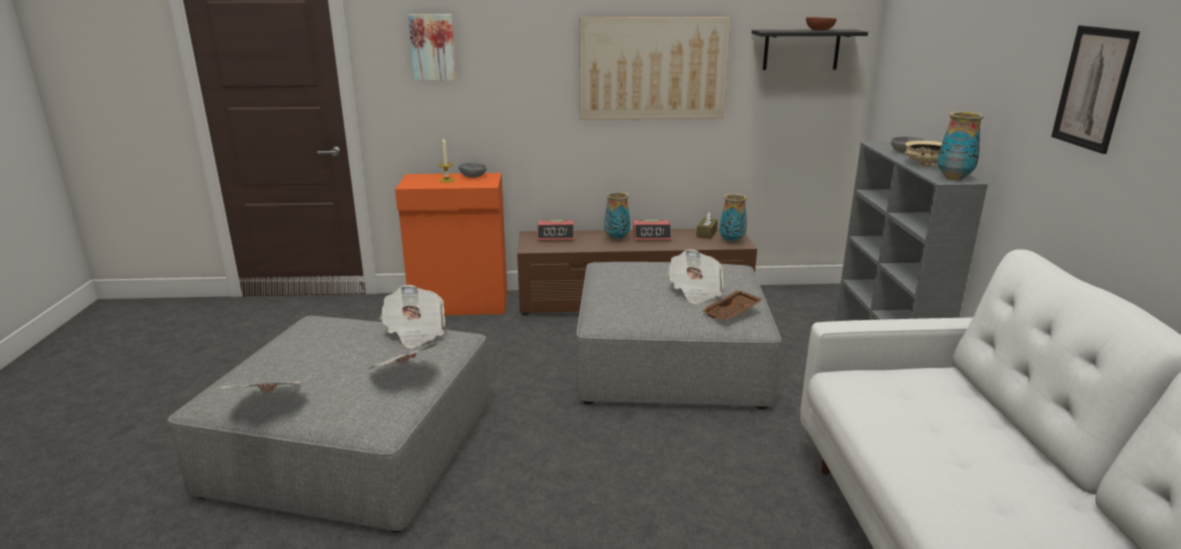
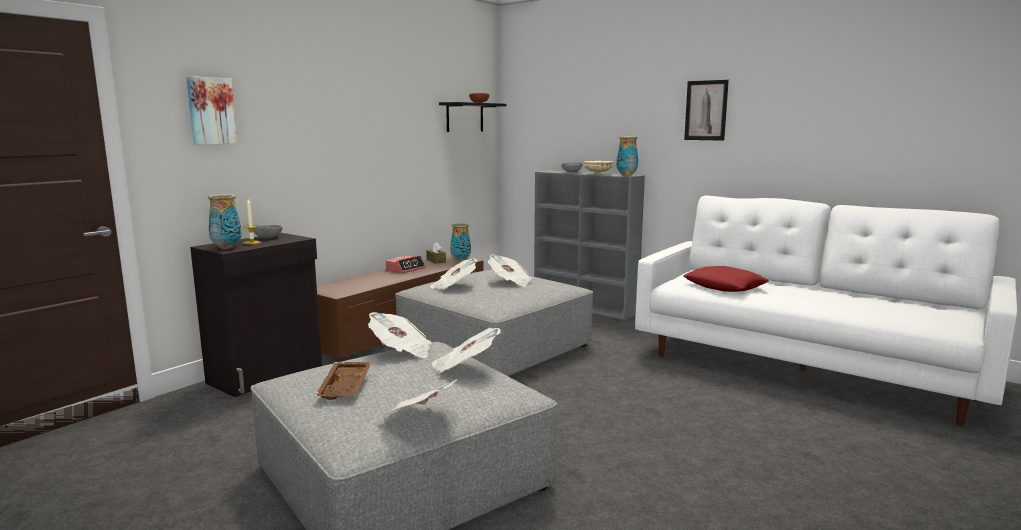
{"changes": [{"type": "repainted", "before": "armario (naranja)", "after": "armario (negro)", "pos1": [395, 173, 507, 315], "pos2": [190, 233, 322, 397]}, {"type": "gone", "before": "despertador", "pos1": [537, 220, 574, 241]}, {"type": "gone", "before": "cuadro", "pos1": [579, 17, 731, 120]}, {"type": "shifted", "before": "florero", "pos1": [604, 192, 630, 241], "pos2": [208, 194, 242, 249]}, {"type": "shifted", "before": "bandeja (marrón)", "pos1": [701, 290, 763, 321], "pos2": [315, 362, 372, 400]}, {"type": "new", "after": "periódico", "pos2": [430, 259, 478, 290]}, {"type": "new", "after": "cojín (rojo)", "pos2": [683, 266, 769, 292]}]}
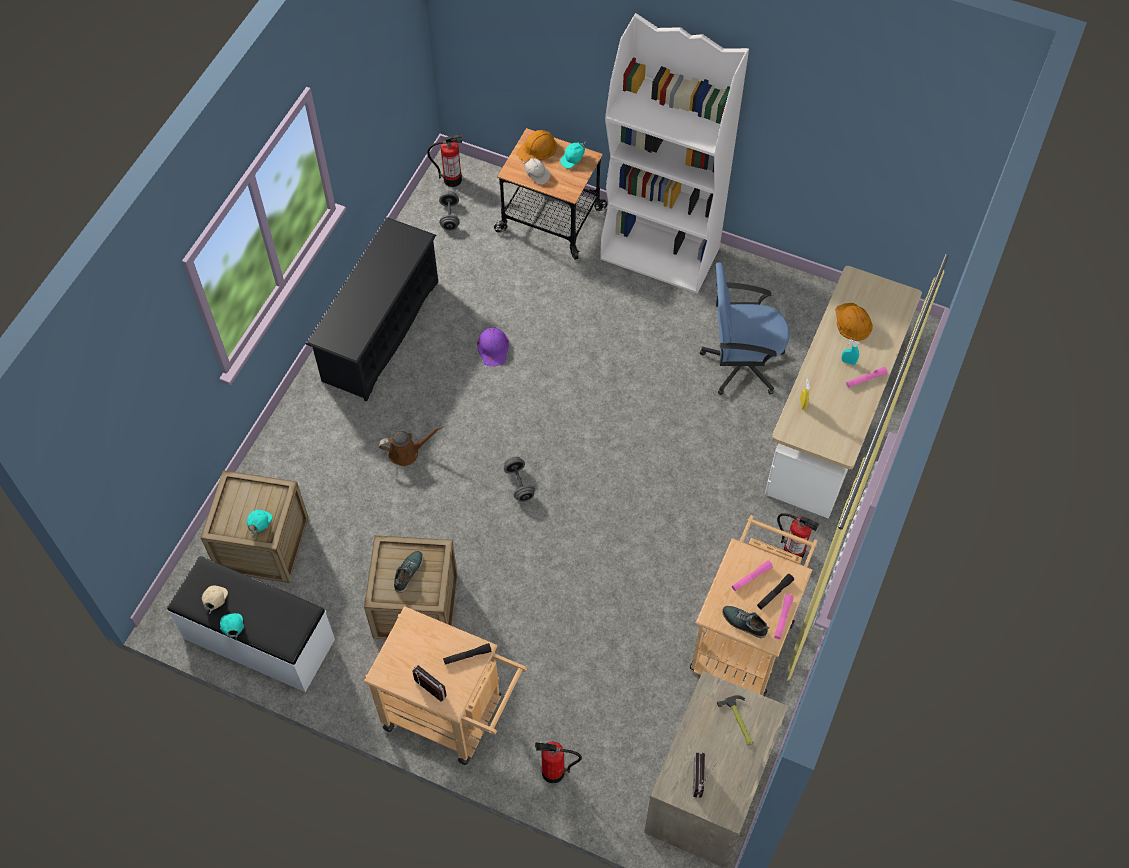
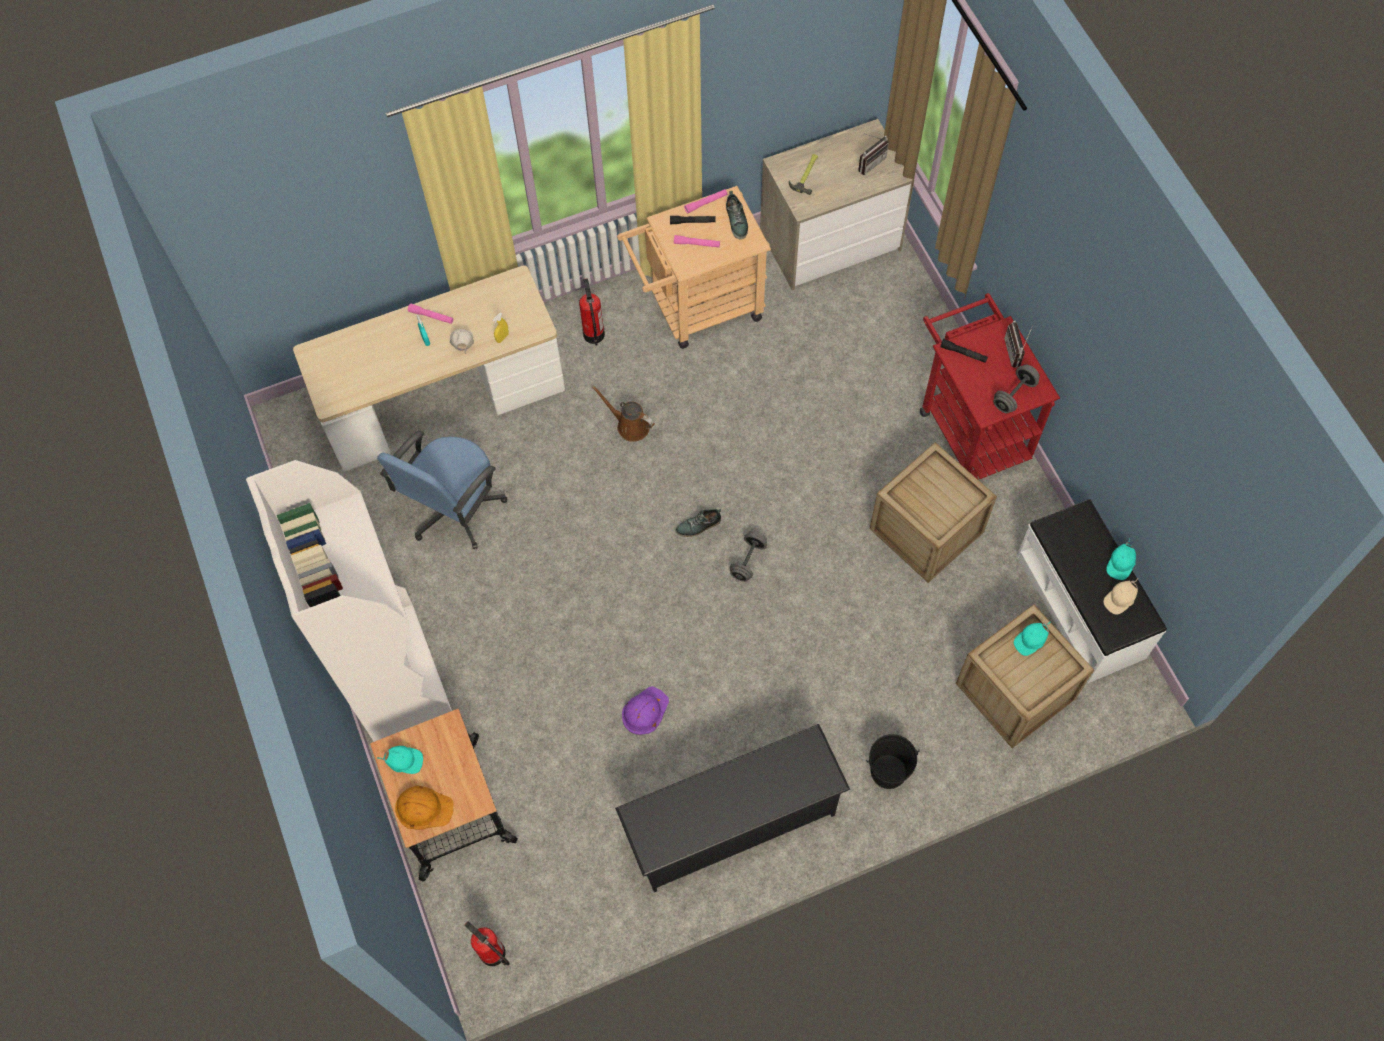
{"changes": [{"type": "repainted", "before": "carrito (beis)", "after": "carrito (rojo)", "pos1": [364, 606, 527, 765], "pos2": [920, 293, 1060, 479]}, {"type": "shifted", "before": "regadera (marrón)", "pos1": [379, 426, 443, 466], "pos2": [592, 386, 654, 442]}, {"type": "shifted", "before": "zapato", "pos1": [394, 551, 423, 593], "pos2": [676, 509, 721, 537]}, {"type": "shifted", "before": "mancuerna (gris)", "pos1": [439, 191, 459, 231], "pos2": [993, 365, 1040, 413]}, {"type": "shifted", "before": "gorra (blanco)", "pos1": [521, 158, 551, 185], "pos2": [450, 329, 474, 354]}, {"type": "gone", "before": "extintor", "pos1": [535, 741, 582, 783]}, {"type": "rotated", "before": "silla de oficina (azul)", "pos1": [700, 262, 790, 395], "pos2": [377, 431, 507, 549], "turn": 75}, {"type": "gone", "before": "casco (naranja)", "pos1": [835, 303, 873, 341]}, {"type": "new", "after": "cubo (negro)", "pos2": [866, 734, 919, 789]}]}
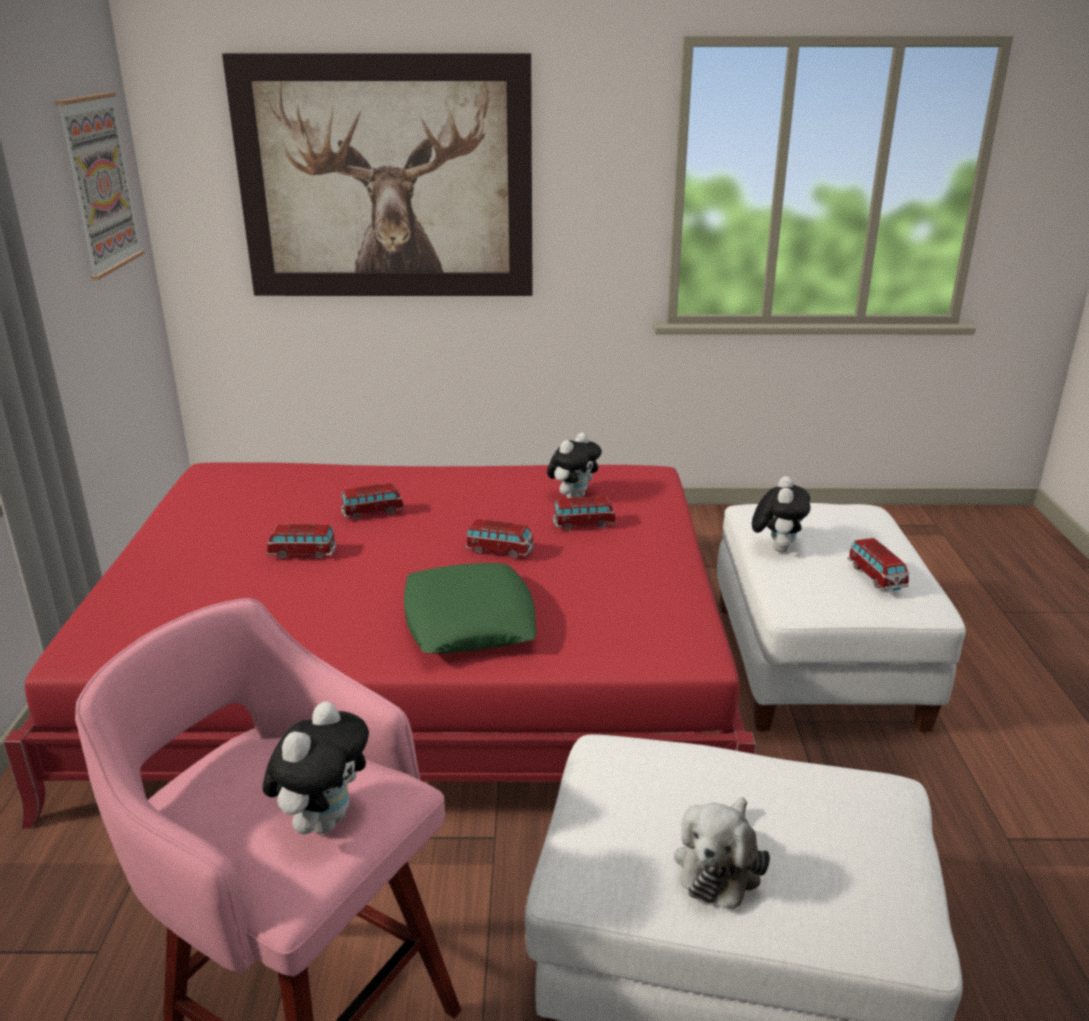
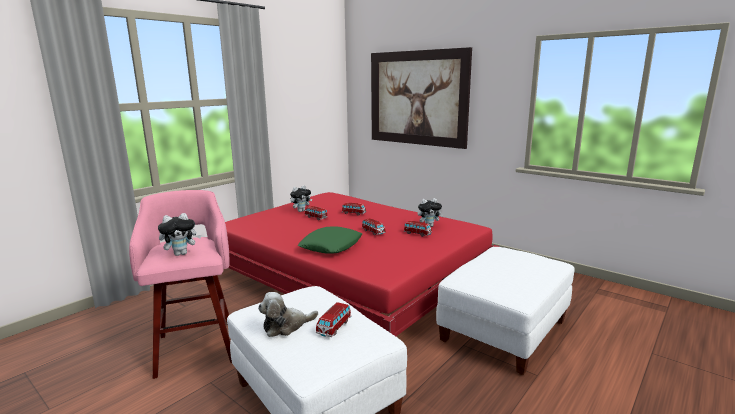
{"changes": [{"type": "gone", "before": "cuadro", "pos1": [55, 93, 144, 280]}, {"type": "shifted", "before": "peluche", "pos1": [752, 476, 810, 552], "pos2": [290, 185, 312, 212]}, {"type": "shifted", "before": "coche de juguete", "pos1": [847, 538, 909, 590], "pos2": [316, 302, 352, 337]}]}
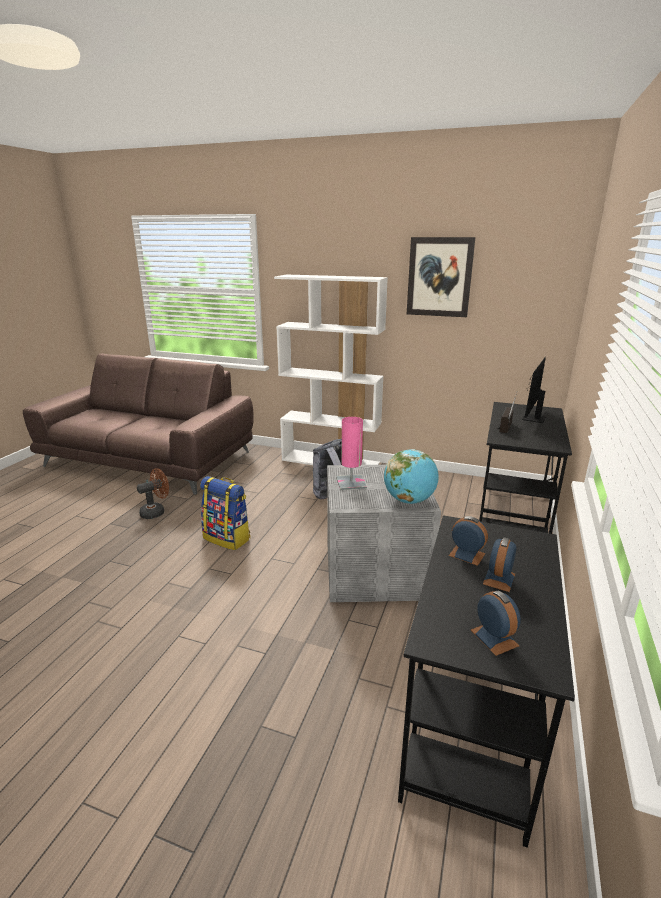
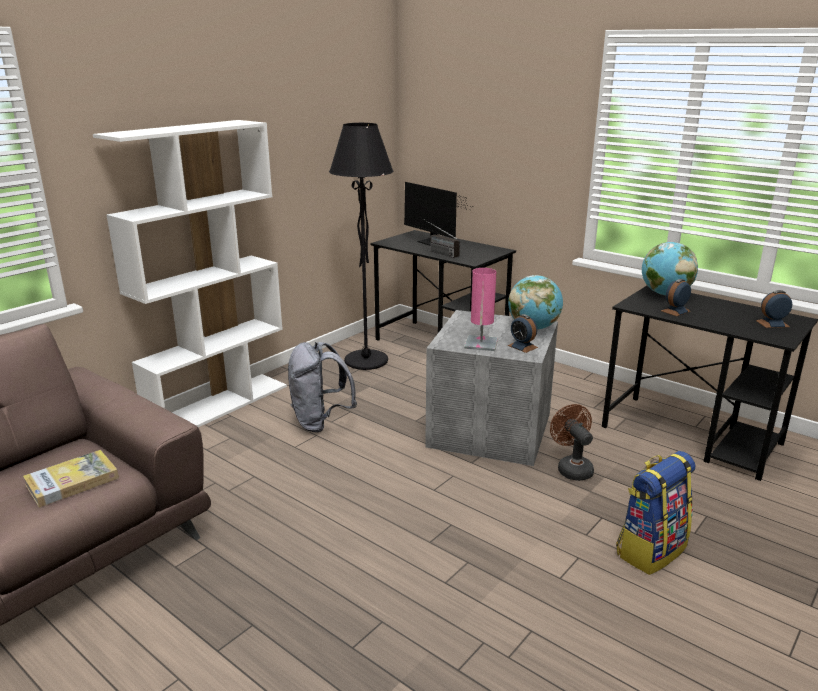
{"changes": [{"type": "shifted", "before": "ventilador (marrón)", "pos1": [137, 468, 169, 519], "pos2": [550, 404, 594, 481]}, {"type": "shifted", "before": "mochila", "pos1": [200, 476, 250, 550], "pos2": [616, 451, 696, 575]}, {"type": "gone", "before": "cuadro", "pos1": [407, 237, 475, 317]}, {"type": "shifted", "before": "despertador", "pos1": [483, 537, 517, 592], "pos2": [508, 314, 538, 353]}, {"type": "new", "after": "libro", "pos2": [23, 450, 119, 507]}, {"type": "new", "after": "lámpara de pie (negro)", "pos2": [329, 123, 394, 370]}, {"type": "new", "after": "globo terráqueo", "pos2": [642, 242, 698, 295]}]}
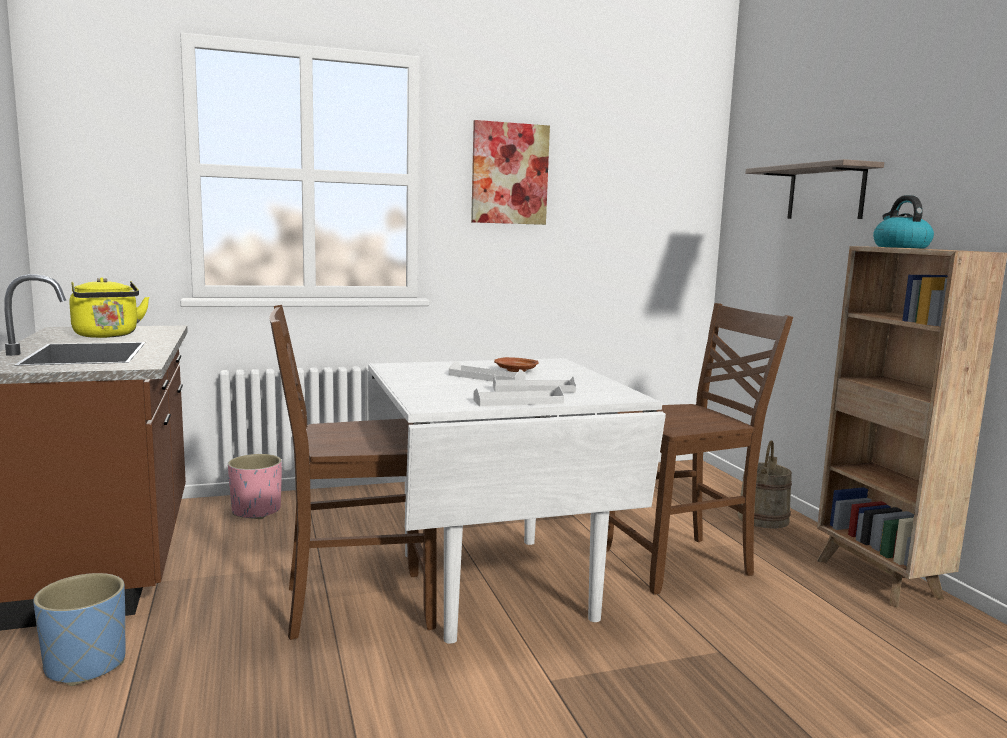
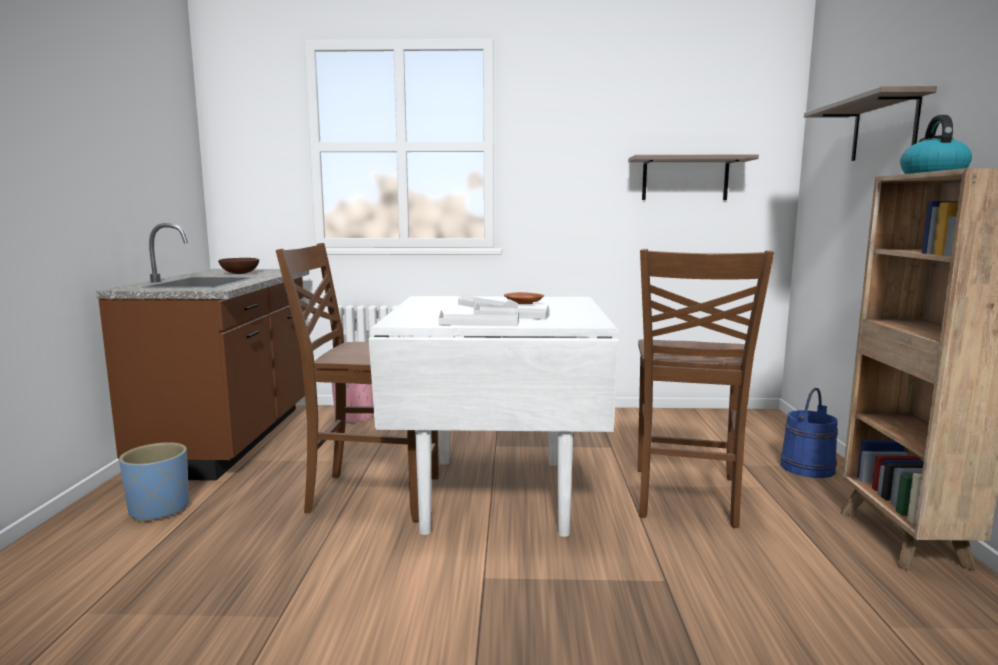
{"changes": [{"type": "swapped", "before": "hervidor (amarillo)", "after": "cuenco (marrón)", "pos1": [69, 277, 150, 338], "pos2": [218, 258, 259, 274]}, {"type": "gone", "before": "cuadro", "pos1": [471, 120, 550, 225]}, {"type": "rotated", "before": "silla (marrón)", "pos1": [606, 303, 793, 595], "pos2": [638, 249, 774, 528], "turn": 105}, {"type": "repainted", "before": "cubo (beis)", "after": "cubo (azul)", "pos1": [738, 440, 792, 529], "pos2": [780, 388, 838, 478]}, {"type": "new", "after": "estante", "pos2": [628, 154, 759, 200]}]}
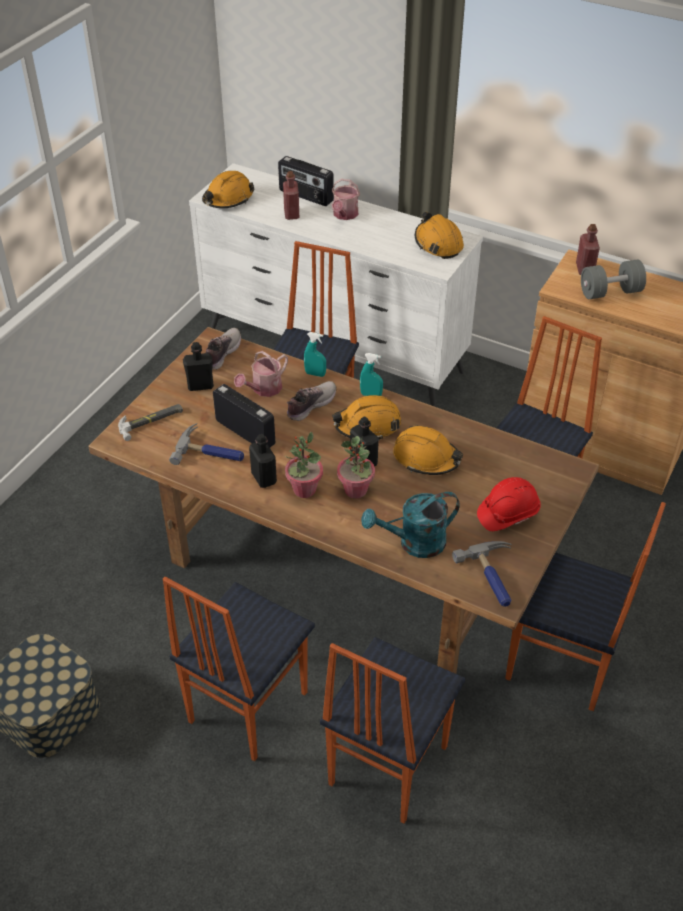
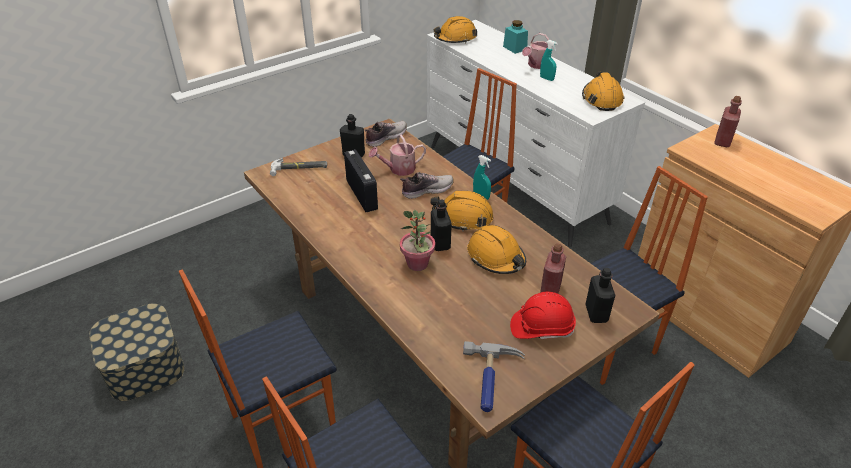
{"changes": [{"type": "gone", "before": "martillo", "pos1": [169, 423, 244, 465]}, {"type": "shifted", "before": "botella (negro)", "pos1": [249, 434, 277, 488], "pos2": [586, 268, 615, 323]}, {"type": "swapped", "before": "radio", "after": "tarro (turquesa)", "pos1": [278, 156, 334, 206], "pos2": [503, 20, 528, 54]}, {"type": "shifted", "before": "botella (rojo)", "pos1": [283, 171, 299, 220], "pos2": [540, 243, 566, 294]}, {"type": "gone", "before": "planta en maceta", "pos1": [284, 432, 323, 498]}, {"type": "shifted", "before": "pulverizador (turquesa)", "pos1": [304, 332, 326, 377], "pos2": [540, 40, 558, 81]}, {"type": "gone", "before": "regadera (turquesa)", "pos1": [361, 492, 460, 558]}, {"type": "gone", "before": "mancuerna (gris)", "pos1": [581, 260, 646, 299]}]}
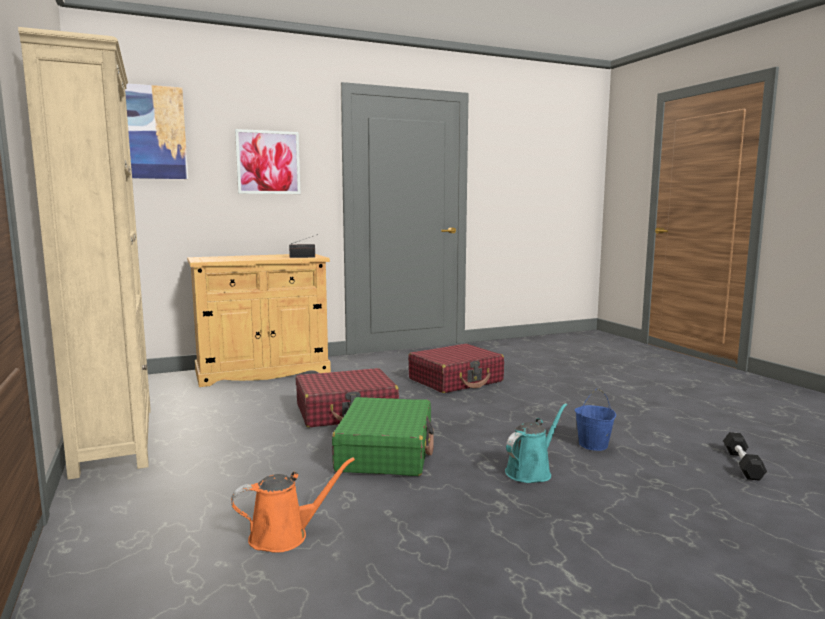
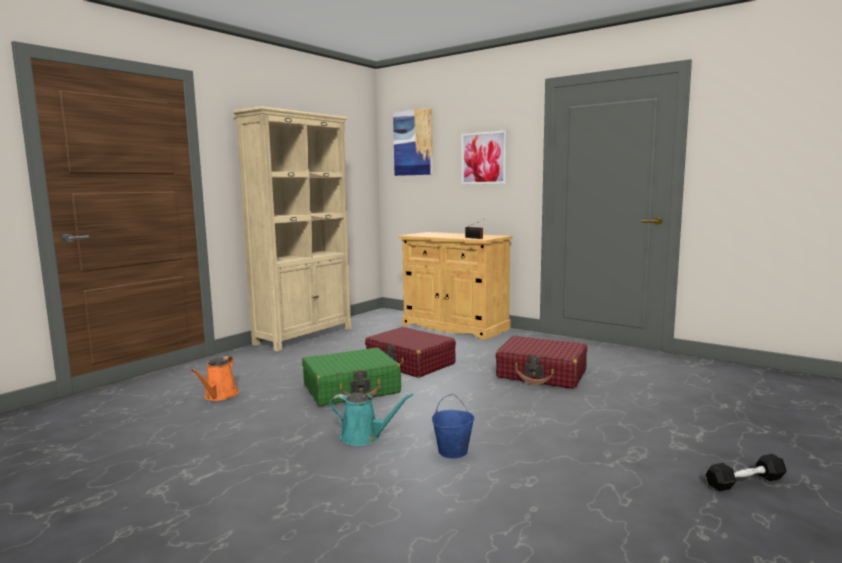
{"changes": [{"type": "rotated", "before": "regadera (naranja)", "pos1": [231, 457, 355, 553], "pos2": [191, 356, 239, 401], "turn": 60}, {"type": "shifted", "before": "mancuerna (negro)", "pos1": [723, 432, 767, 481], "pos2": [706, 454, 787, 491]}]}
